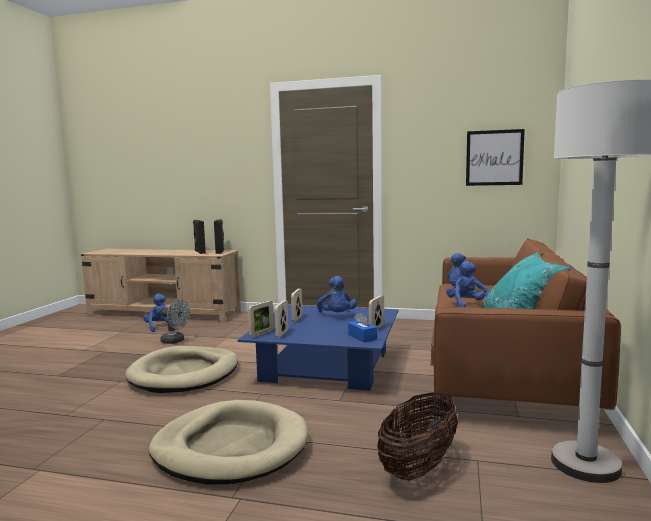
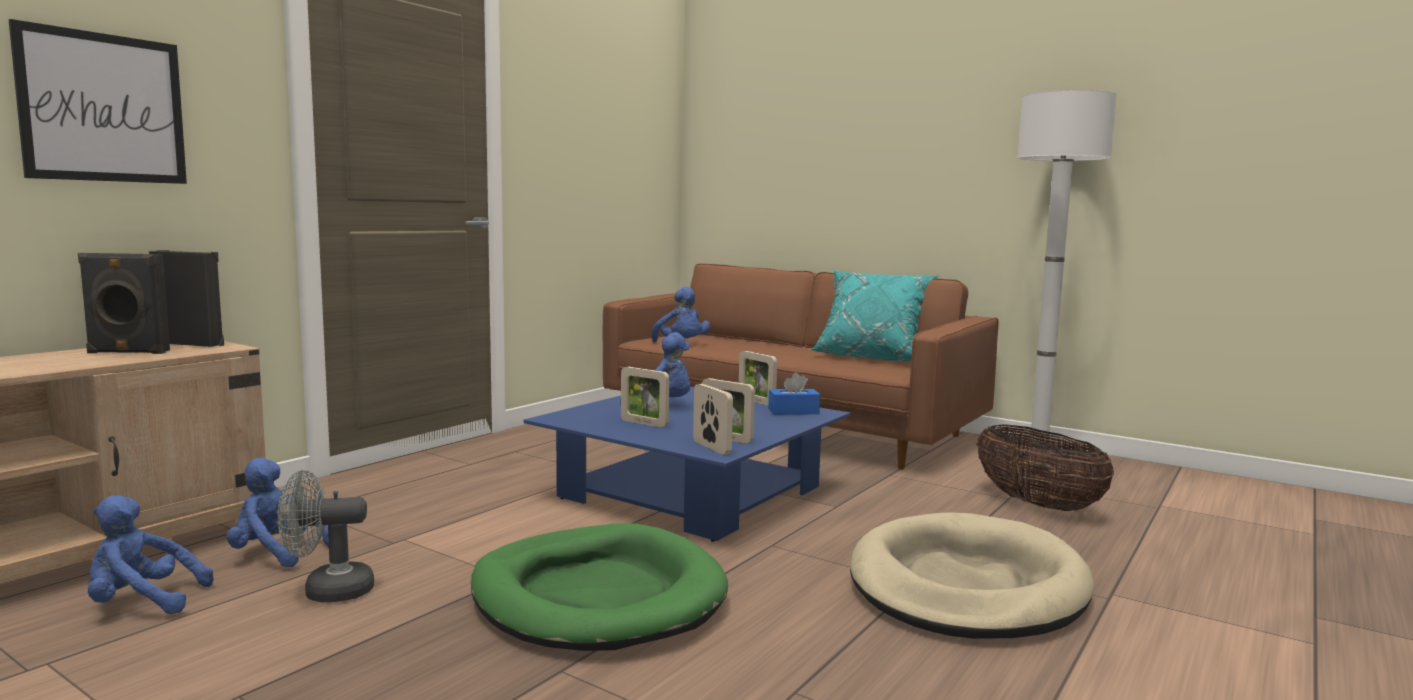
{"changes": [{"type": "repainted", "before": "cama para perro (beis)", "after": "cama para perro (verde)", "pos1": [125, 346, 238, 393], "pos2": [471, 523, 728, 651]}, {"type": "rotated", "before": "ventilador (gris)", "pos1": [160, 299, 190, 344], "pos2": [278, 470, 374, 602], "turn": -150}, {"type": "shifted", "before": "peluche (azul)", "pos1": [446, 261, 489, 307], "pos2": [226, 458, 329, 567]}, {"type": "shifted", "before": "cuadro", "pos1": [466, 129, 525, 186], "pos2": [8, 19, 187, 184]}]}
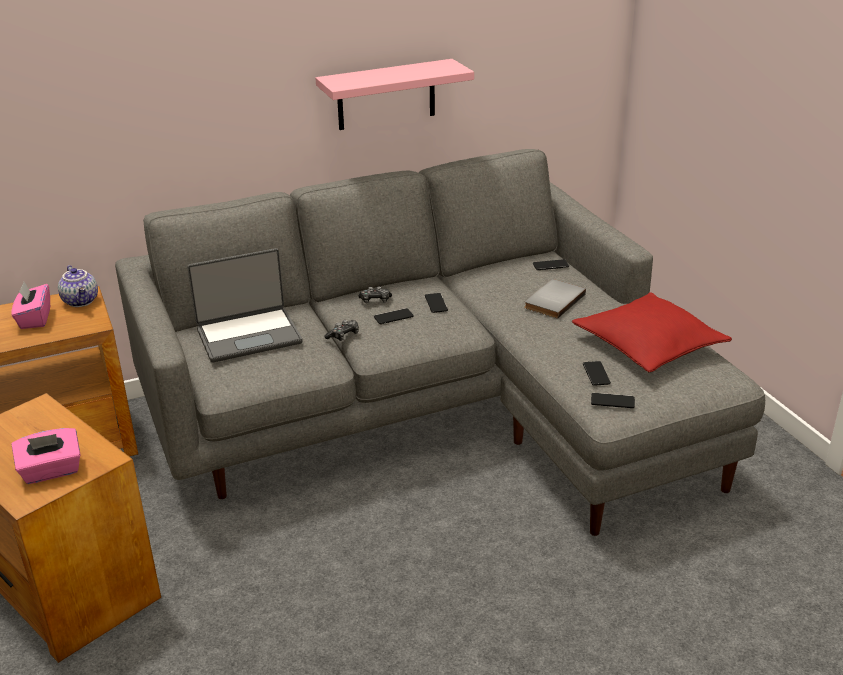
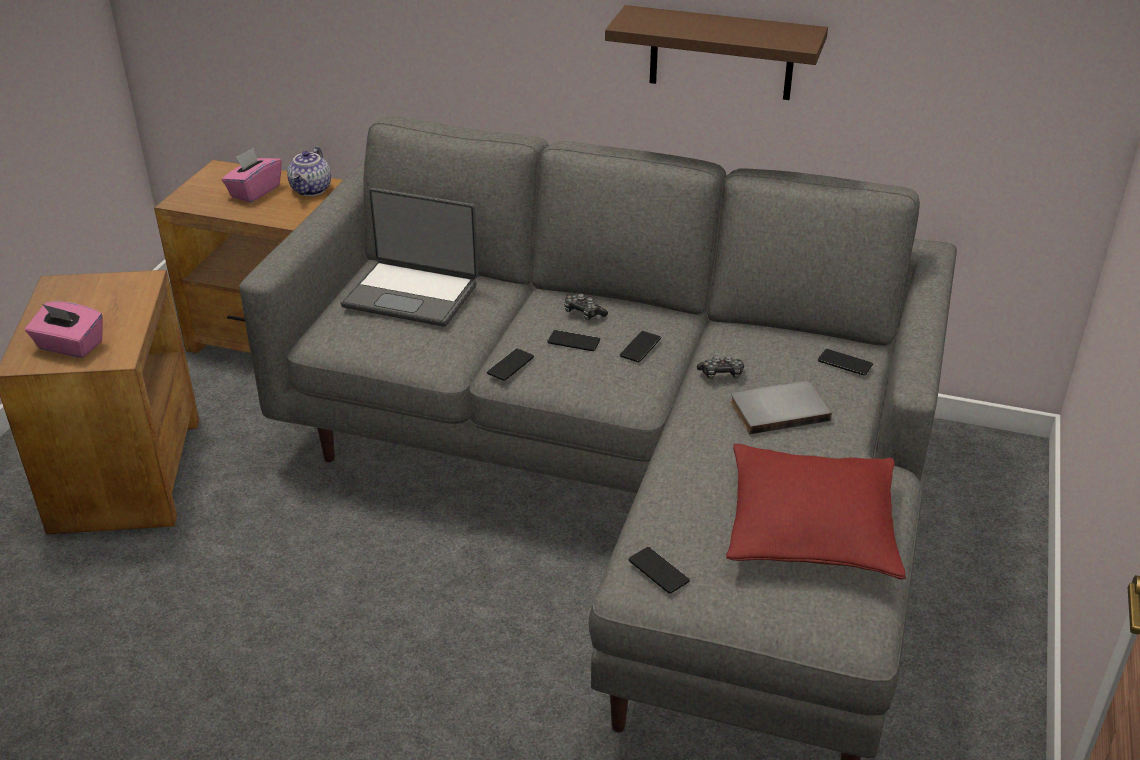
{"changes": [{"type": "repainted", "before": "estante (rosa)", "after": "estante (marrón)", "pos1": [316, 59, 474, 130], "pos2": [605, 5, 828, 100]}, {"type": "shifted", "before": "mando de consola", "pos1": [324, 320, 359, 341], "pos2": [697, 355, 744, 379]}, {"type": "shifted", "before": "móvil", "pos1": [583, 361, 611, 386], "pos2": [487, 349, 534, 381]}]}
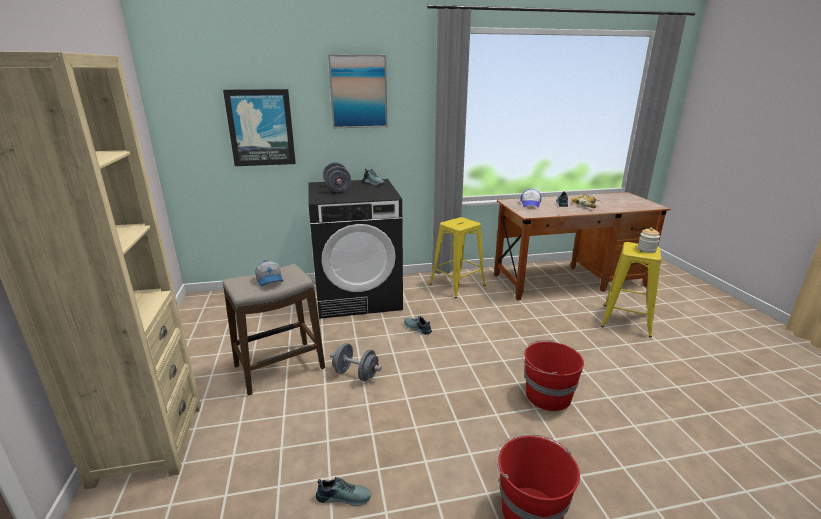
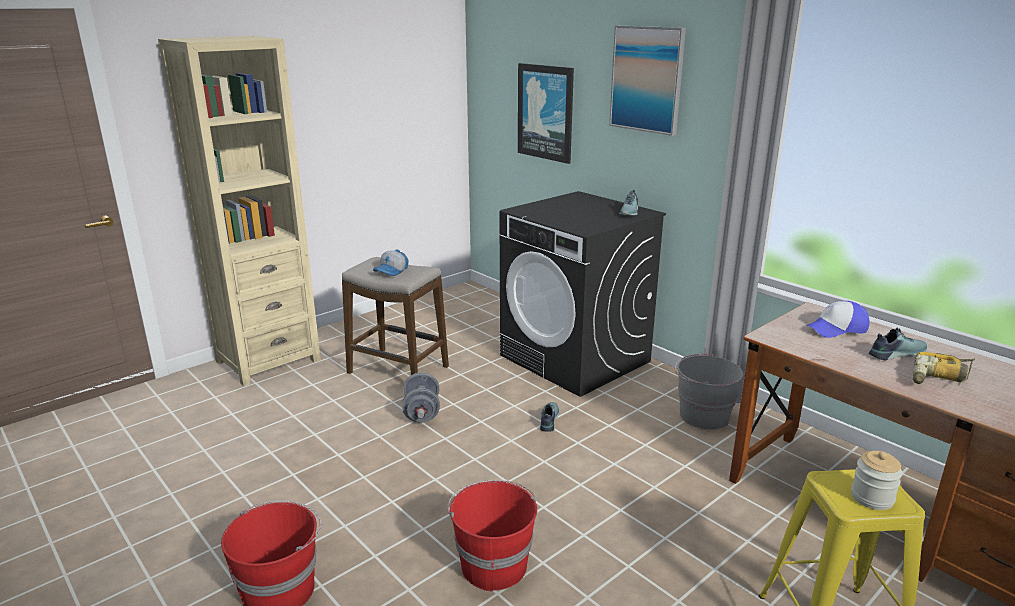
{"changes": [{"type": "gone", "before": "zapato", "pos1": [316, 477, 371, 506]}, {"type": "gone", "before": "mancuerna (gris)", "pos1": [323, 162, 351, 192]}, {"type": "swapped", "before": "taburete (amarillo)", "after": "cubo (gris)", "pos1": [429, 217, 486, 298], "pos2": [675, 354, 743, 429]}]}
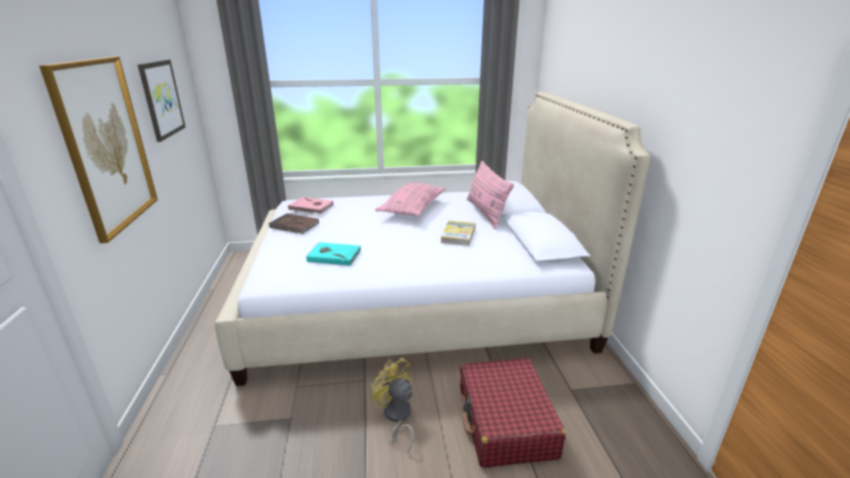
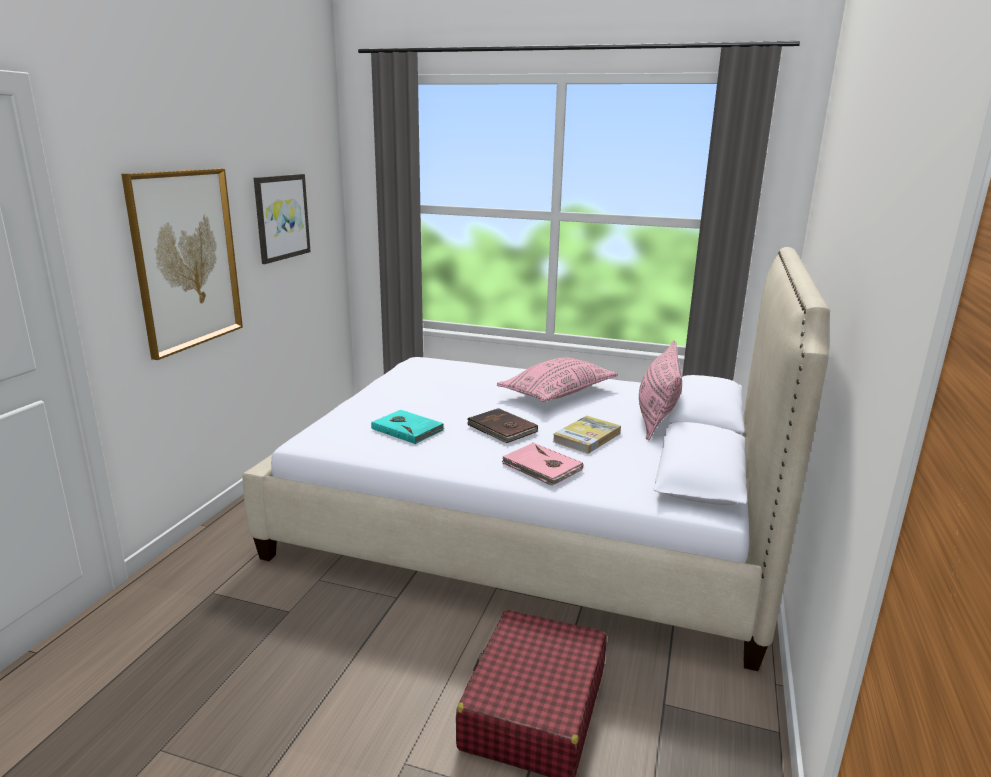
{"changes": [{"type": "shifted", "before": "libro (marrón)", "pos1": [269, 213, 319, 234], "pos2": [467, 408, 538, 443]}, {"type": "shifted", "before": "libro (rosa)", "pos1": [288, 197, 334, 214], "pos2": [501, 443, 583, 486]}, {"type": "gone", "before": "ventilador (amarillo)", "pos1": [371, 358, 414, 454]}]}
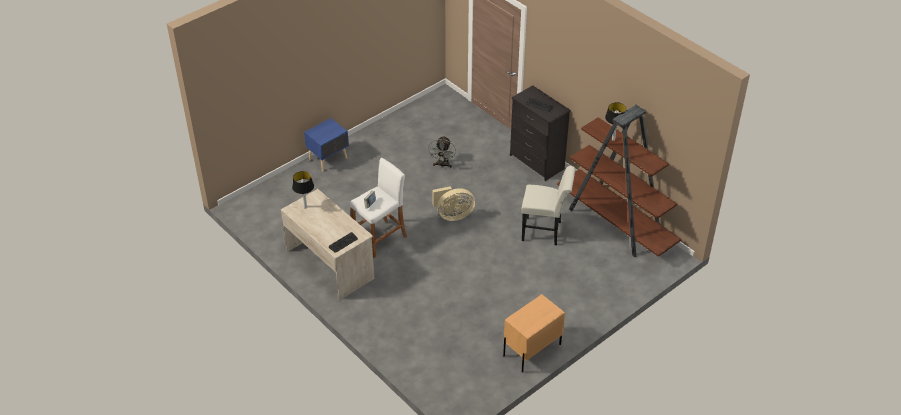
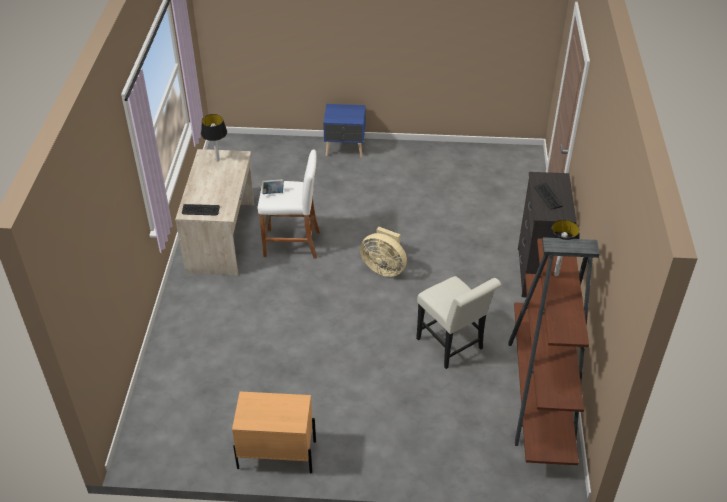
{"changes": [{"type": "gone", "before": "ventilador (gris)", "pos1": [428, 136, 456, 168]}]}
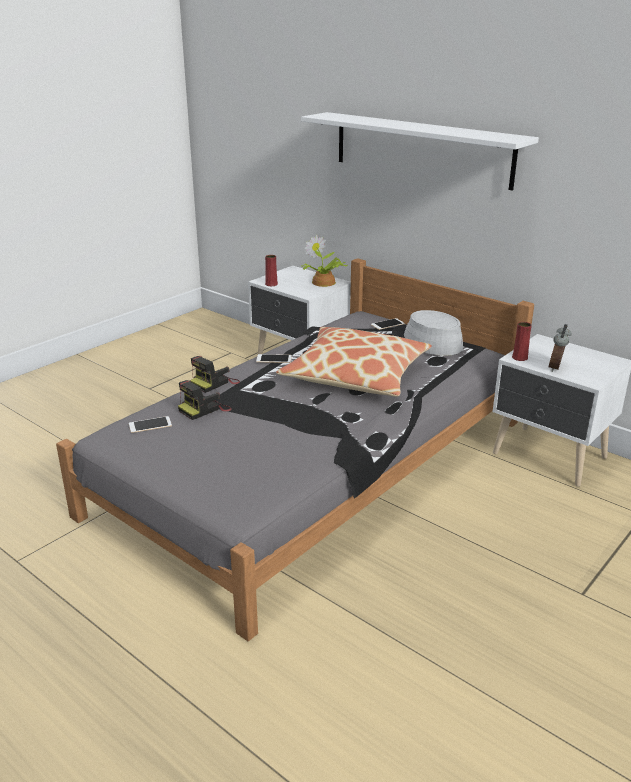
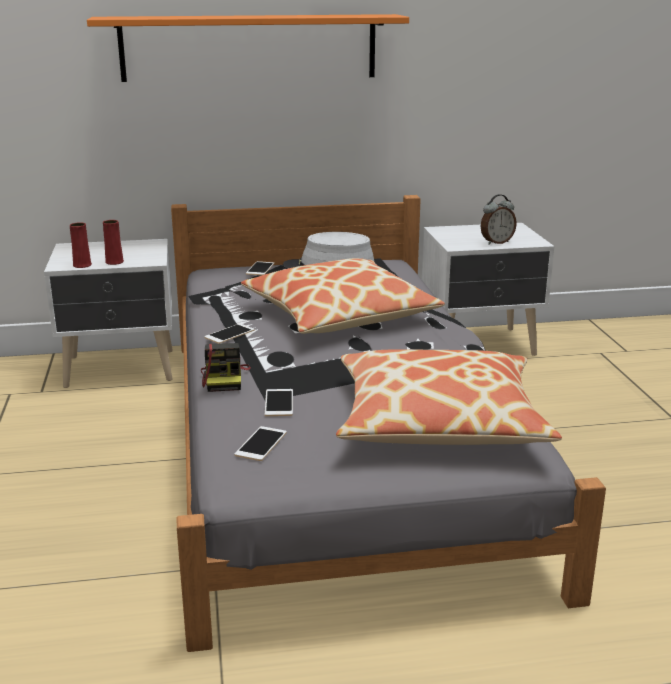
{"changes": [{"type": "swapped", "before": "cámara", "after": "móvil", "pos1": [178, 380, 232, 420], "pos2": [265, 389, 293, 416]}, {"type": "repainted", "before": "estante (blanco)", "after": "estante (naranja)", "pos1": [301, 112, 539, 191], "pos2": [87, 14, 409, 82]}, {"type": "gone", "before": "planta en maceta", "pos1": [302, 235, 348, 287]}, {"type": "shifted", "before": "florero (rojo)", "pos1": [512, 322, 532, 361], "pos2": [103, 220, 124, 265]}, {"type": "rotated", "before": "despertador", "pos1": [549, 324, 571, 372], "pos2": [481, 194, 517, 245], "turn": -90}, {"type": "new", "after": "cojín", "pos2": [336, 349, 562, 445]}]}
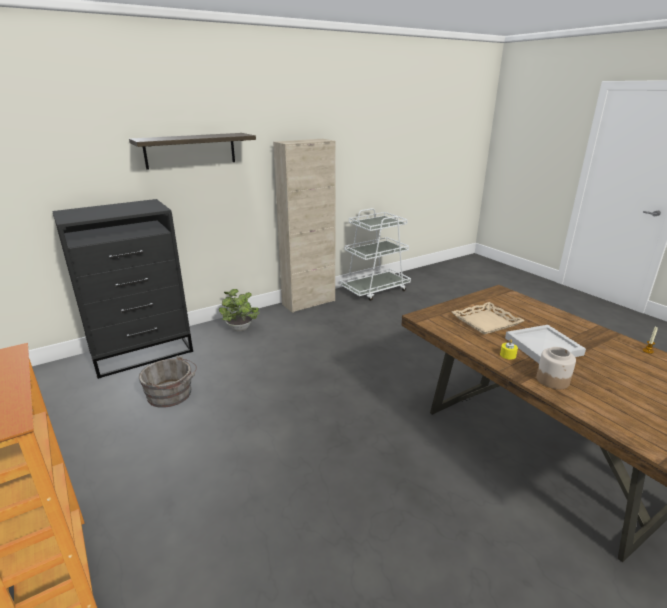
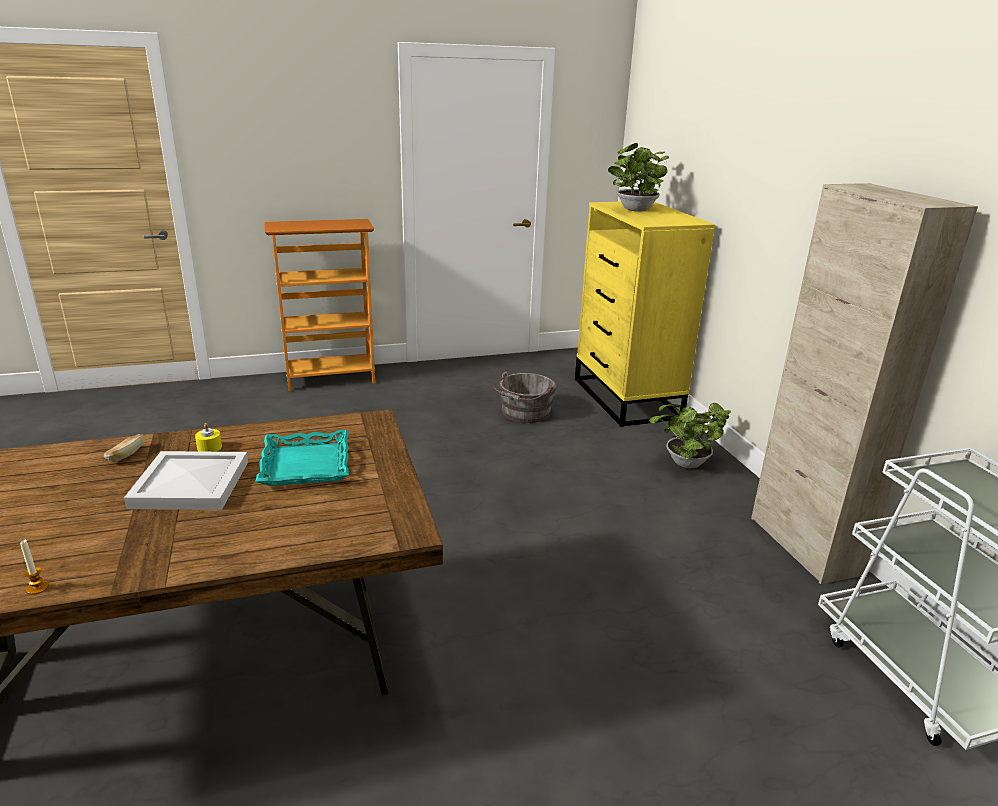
{"changes": [{"type": "repainted", "before": "cómoda (negro)", "after": "cómoda (amarillo)", "pos1": [52, 199, 193, 379], "pos2": [575, 202, 715, 427]}, {"type": "gone", "before": "estante", "pos1": [129, 133, 256, 170]}, {"type": "repainted", "before": "bandeja (beis)", "after": "bandeja (turquesa)", "pos1": [452, 302, 525, 335], "pos2": [255, 430, 349, 486]}, {"type": "swapped", "before": "tarro", "after": "pan", "pos1": [536, 347, 576, 389], "pos2": [104, 434, 144, 461]}, {"type": "new", "after": "planta en maceta", "pos2": [608, 143, 669, 212]}]}
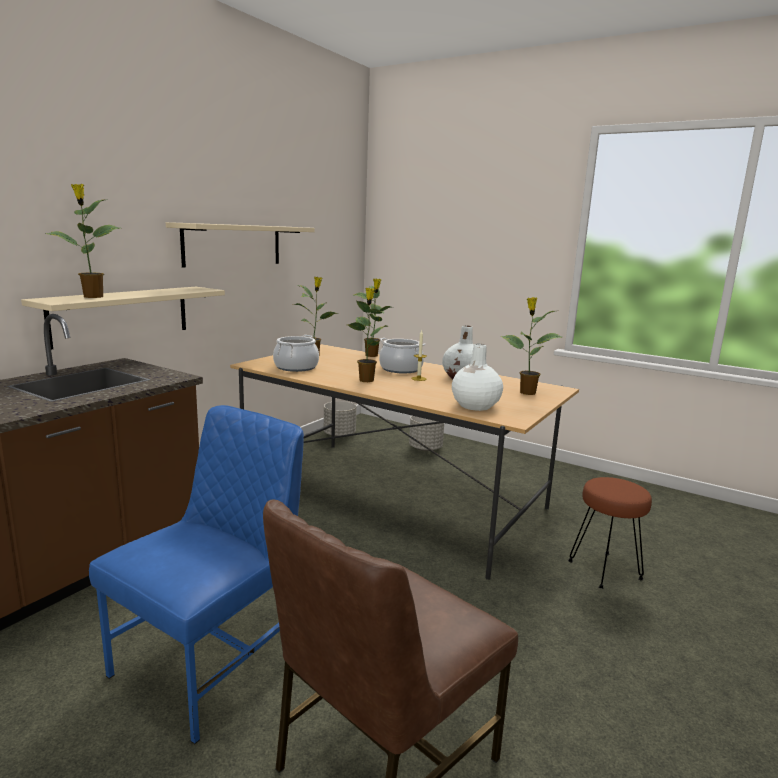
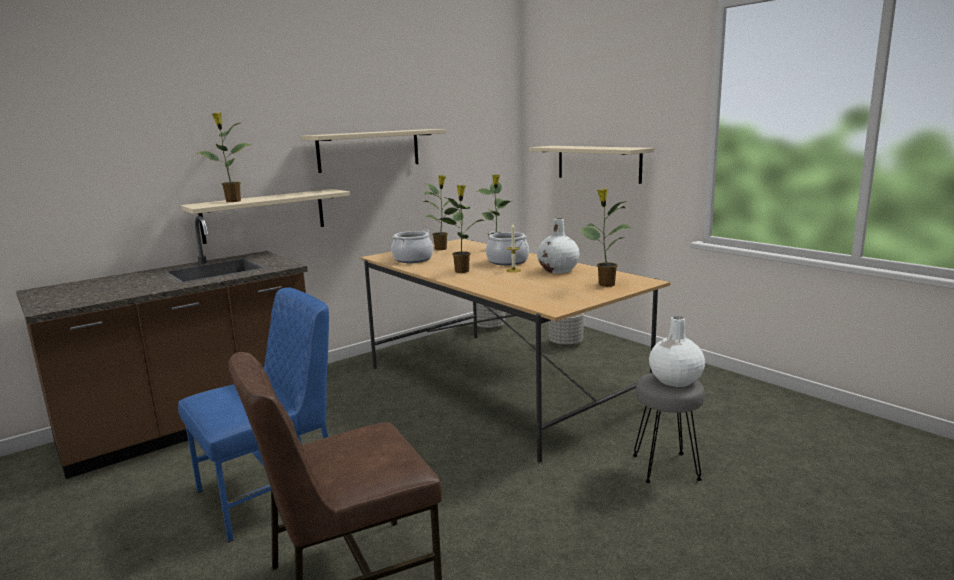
{"changes": [{"type": "shifted", "before": "florero (blanco)", "pos1": [452, 344, 503, 411], "pos2": [649, 316, 705, 387]}, {"type": "repainted", "before": "taburete (marrón)", "after": "taburete (gris)", "pos1": [568, 477, 652, 589], "pos2": [633, 373, 705, 483]}, {"type": "new", "after": "estante (beis)", "pos2": [529, 146, 654, 184]}]}
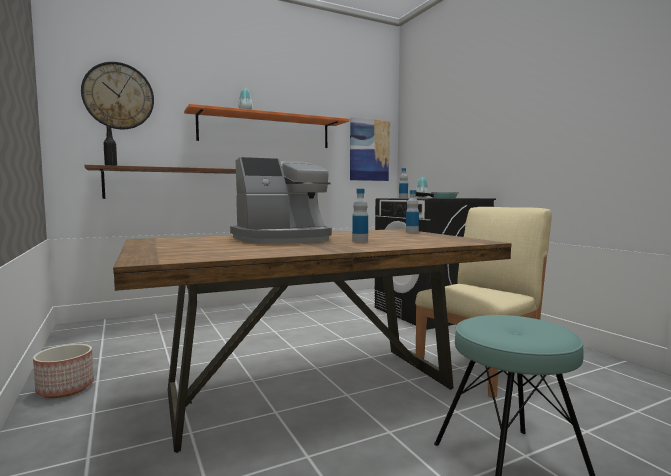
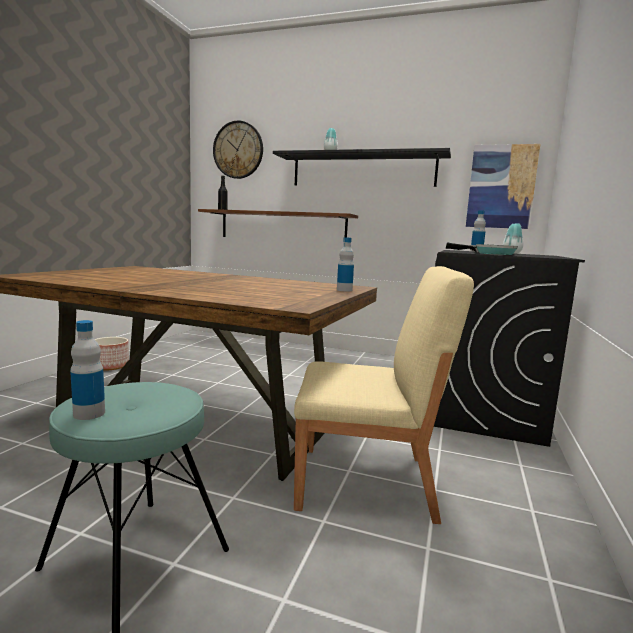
{"changes": [{"type": "repainted", "before": "estante (naranja)", "after": "estante (negro)", "pos1": [184, 104, 350, 148], "pos2": [273, 148, 451, 187]}, {"type": "gone", "before": "cafetera", "pos1": [230, 157, 332, 243]}, {"type": "shifted", "before": "botella", "pos1": [352, 189, 368, 242], "pos2": [70, 320, 105, 420]}]}
